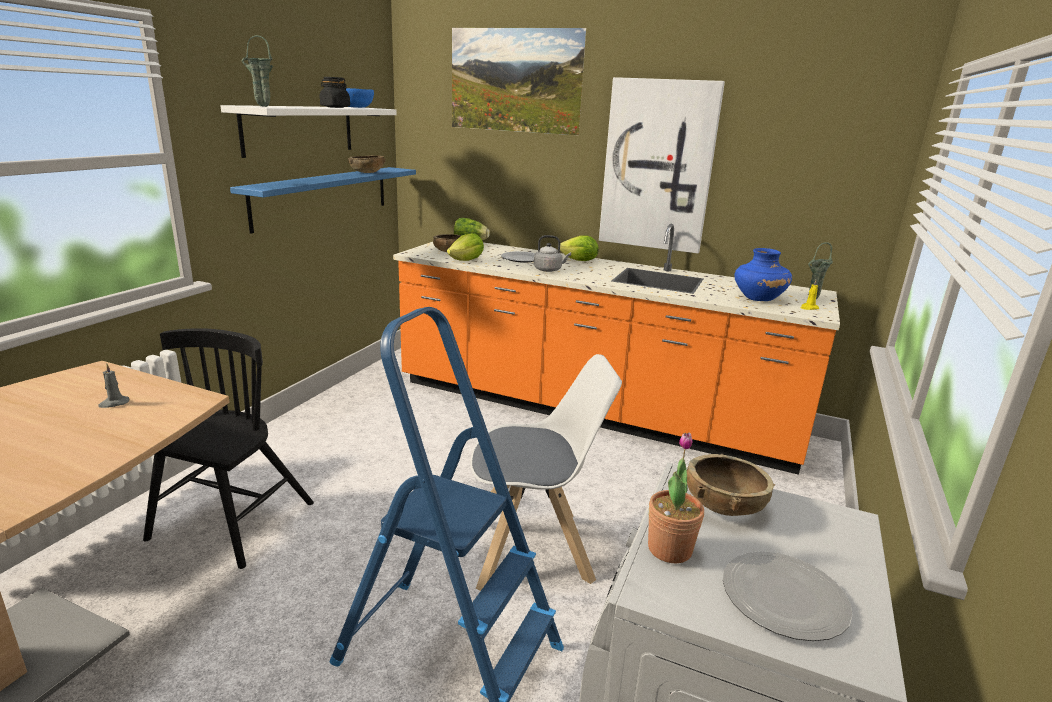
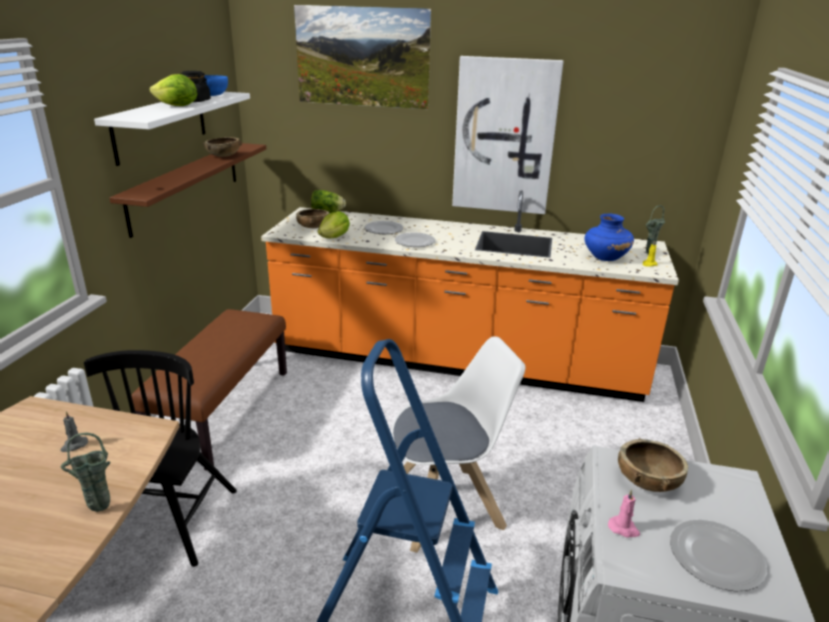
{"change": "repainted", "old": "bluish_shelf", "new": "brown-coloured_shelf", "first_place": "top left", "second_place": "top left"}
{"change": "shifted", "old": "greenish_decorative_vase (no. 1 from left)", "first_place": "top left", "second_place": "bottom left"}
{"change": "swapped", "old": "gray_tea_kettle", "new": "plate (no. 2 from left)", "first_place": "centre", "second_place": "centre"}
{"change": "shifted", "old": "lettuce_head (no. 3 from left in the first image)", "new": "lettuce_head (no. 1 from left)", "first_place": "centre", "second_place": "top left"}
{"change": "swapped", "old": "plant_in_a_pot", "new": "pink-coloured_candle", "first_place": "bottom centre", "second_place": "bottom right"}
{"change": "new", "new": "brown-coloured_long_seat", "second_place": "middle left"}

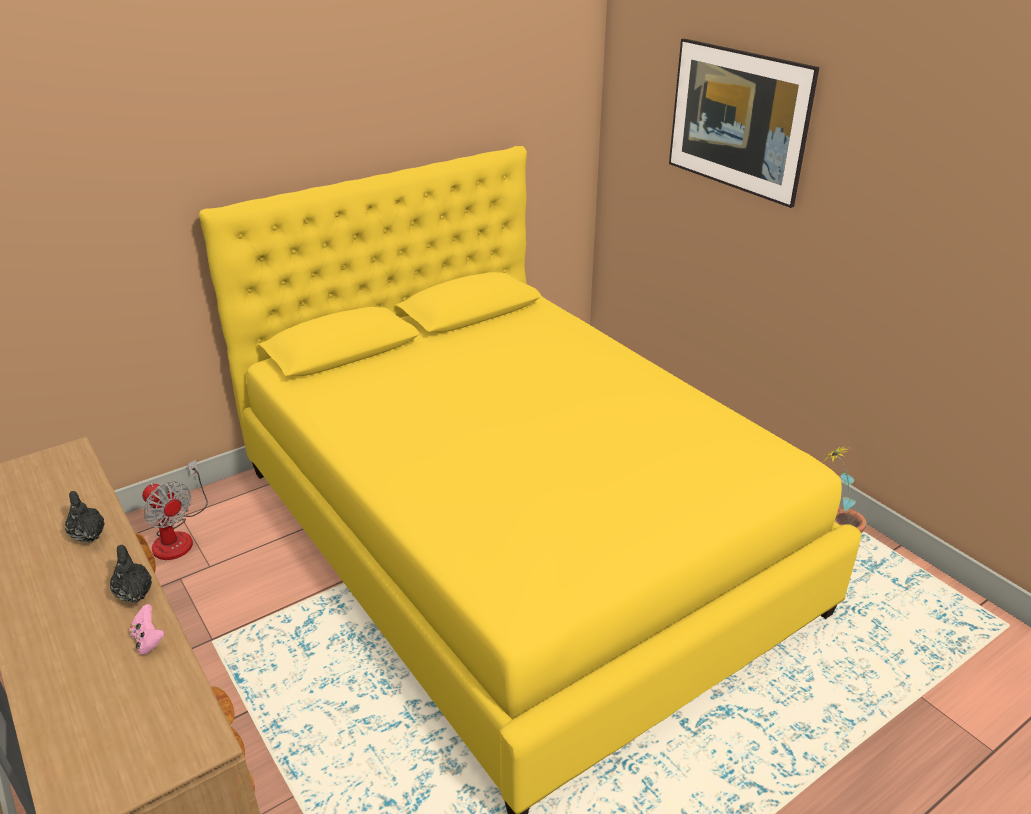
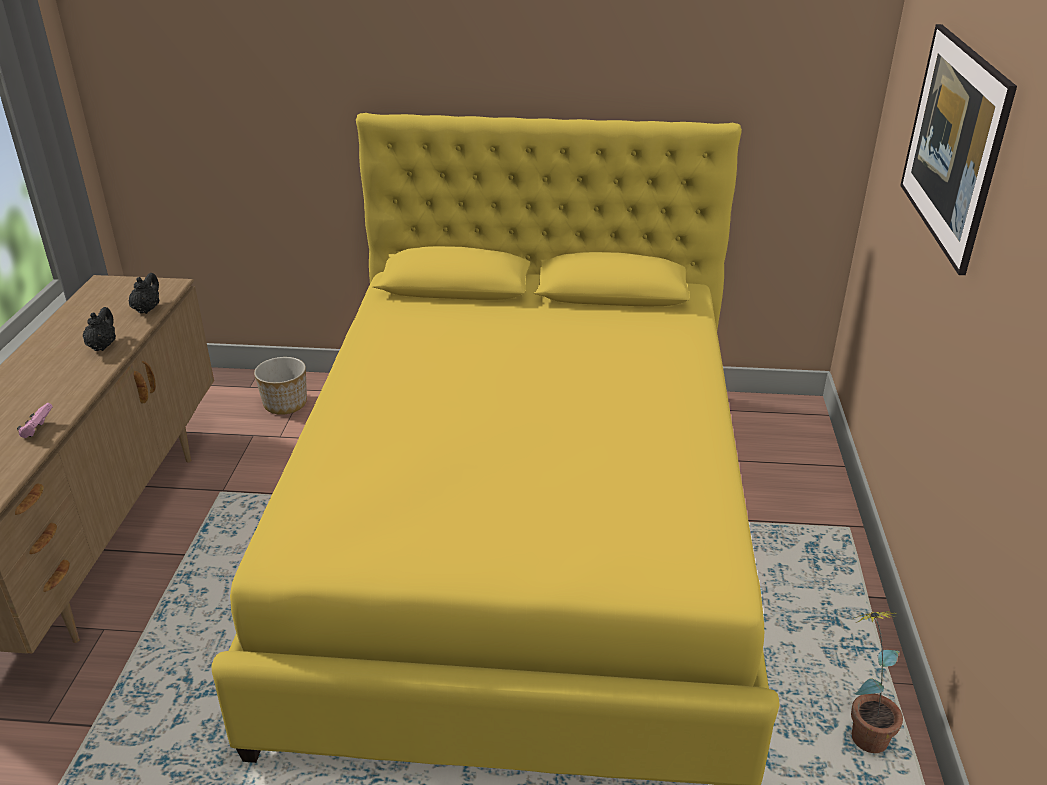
{"change": "shifted", "old": "blackish_teapot (no. 2 from left)", "first_place": "bottom left", "second_place": "middle left"}
{"change": "swapped", "old": "fan", "new": "flower_pot", "first_place": "middle left", "second_place": "middle left"}

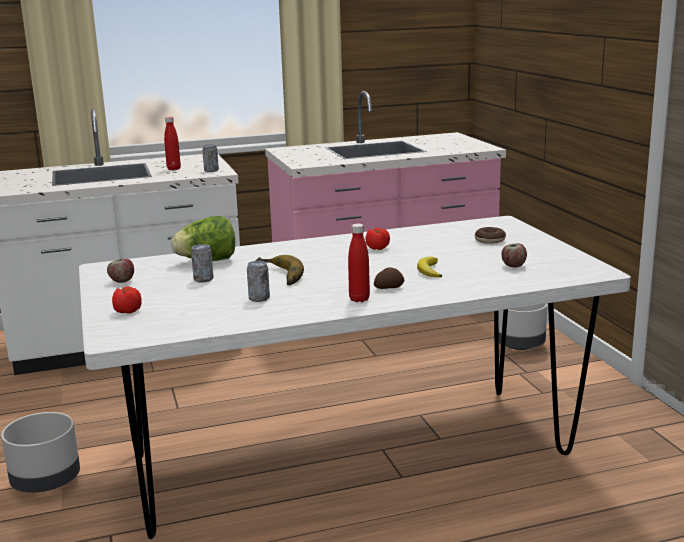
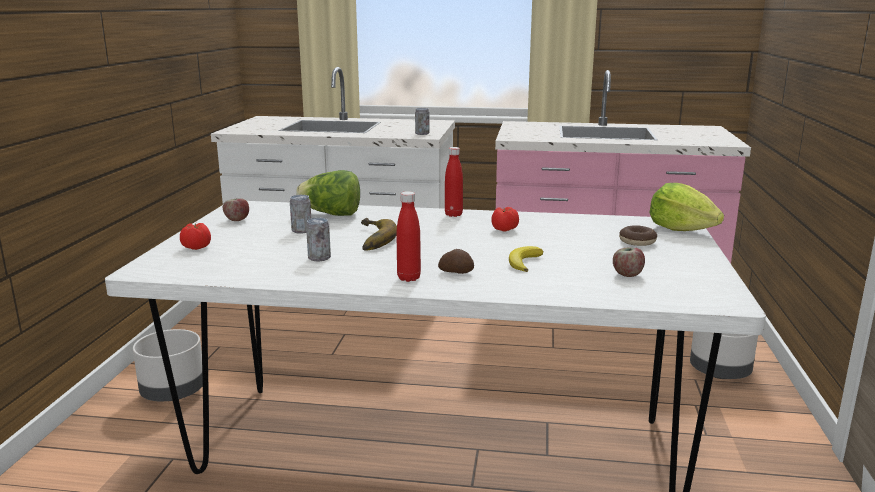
{"change": "shifted", "old": "reddish_drink_bottle (no. 1 from left in the first image)", "new": "reddish_drink_bottle (no. 2 from left)", "first_place": "top left", "second_place": "centre"}
{"change": "new", "new": "lettuce_head (no. 2 from left)", "second_place": "middle right"}

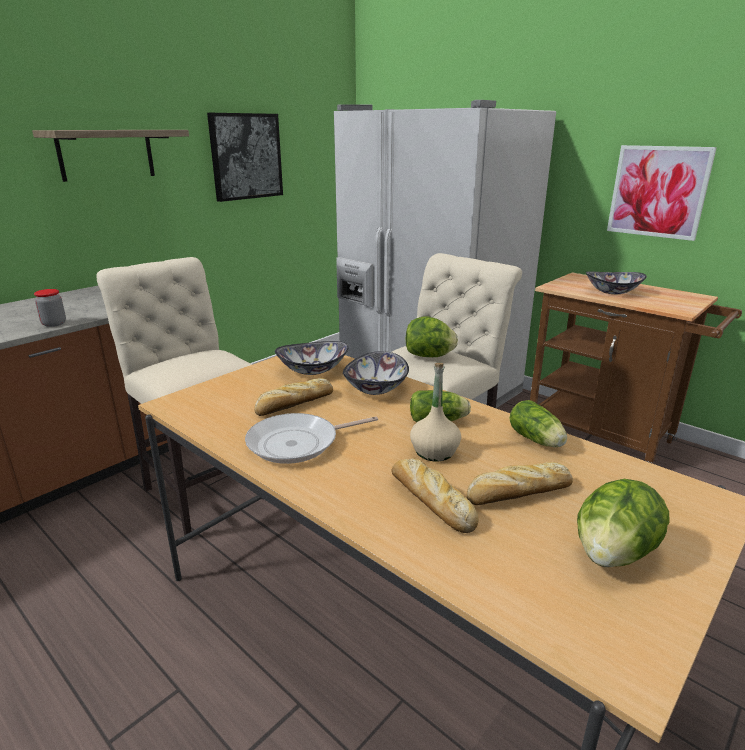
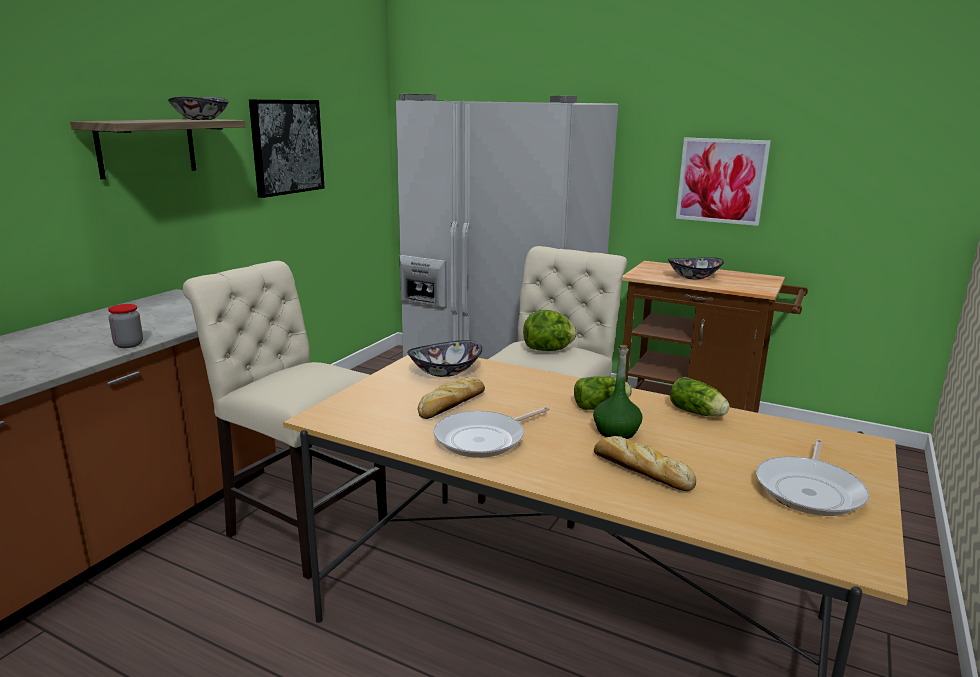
{"change": "shifted", "old": "deep_dish (no. 2 from left in the first image)", "new": "deep_dish (no. 1 from left)", "first_place": "centre", "second_place": "top left"}
{"change": "repainted", "old": "sand-coloured_drink_bottle", "new": "greenish_drink_bottle", "first_place": "centre", "second_place": "centre"}
{"change": "gone", "old": "bread (no. 3 from left)", "first_place": "middle right"}
{"change": "swapped", "old": "lettuce_head (no. 4 from left)", "new": "frying_pan (no. 2 from left)", "first_place": "bottom right", "second_place": "bottom right"}

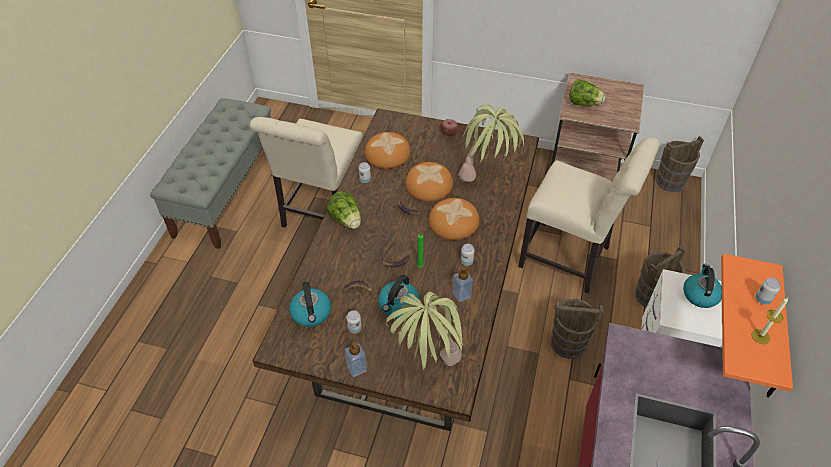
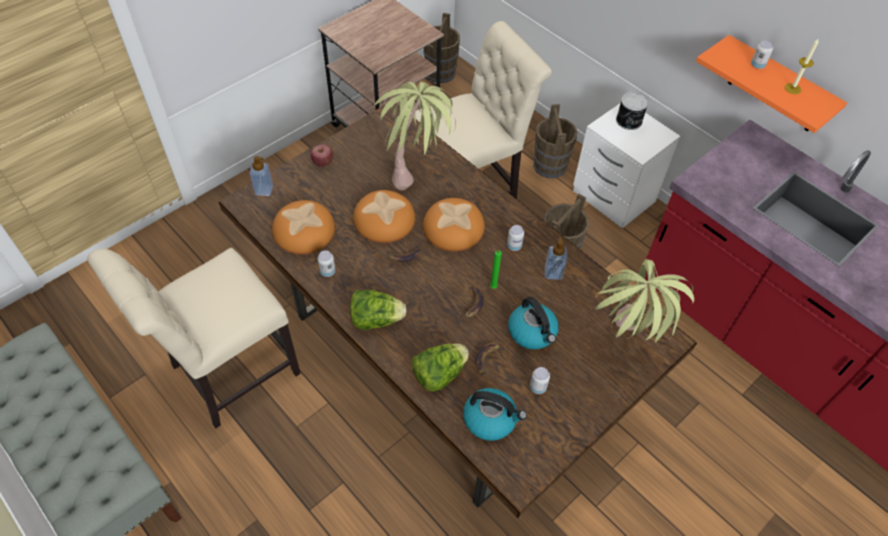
{"change": "rotated", "old": "sand-coloured_plain_chair (no. 1 from left)", "first_place": "centre", "second_place": "middle left", "degrees": 90}
{"change": "shifted", "old": "liquid_soap_bottle (no. 1 from left)", "first_place": "bottom centre", "second_place": "top left"}
{"change": "shifted", "old": "lettuce_head (no. 2 from left)", "first_place": "top right", "second_place": "bottom centre"}
{"change": "swapped", "old": "tea_kettle (no. 3 from left)", "new": "can (no. 4 from left)", "first_place": "middle right", "second_place": "top right"}

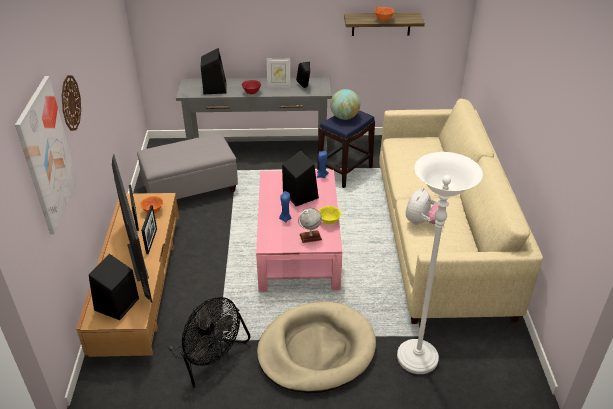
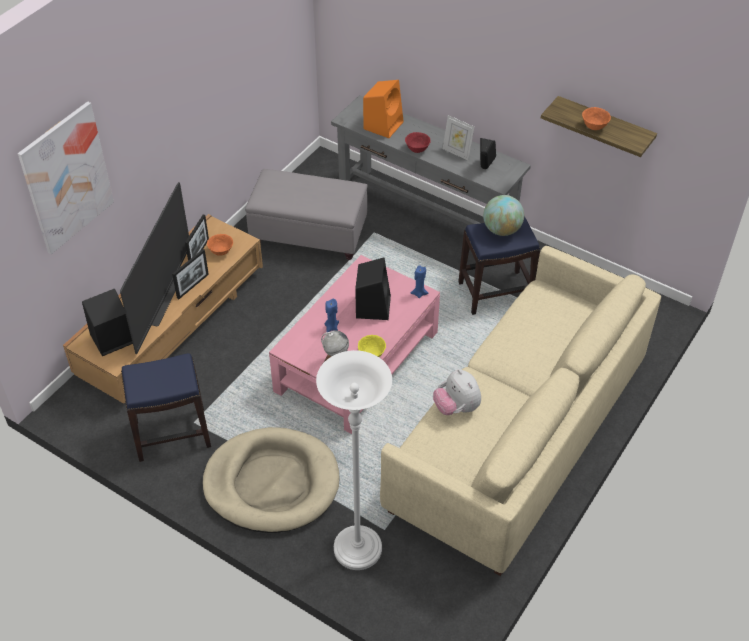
{"change": "gone", "old": "wall_clock", "first_place": "top left"}
{"change": "swapped", "old": "blackish_fan", "new": "stool (no. 1 from left)", "first_place": "bottom centre", "second_place": "middle left"}
{"change": "repainted", "old": "blackish_audio_speaker (no. 2 from left)", "new": "orange_audio_speaker", "first_place": "top centre", "second_place": "top centre"}
{"change": "rotated", "old": "cuddly_toy", "first_place": "middle right", "second_place": "centre", "degrees": 90}

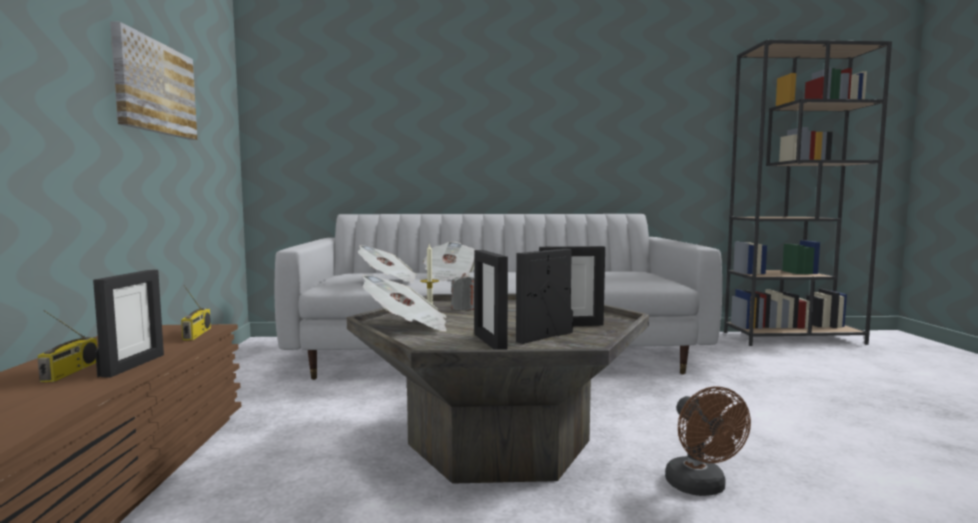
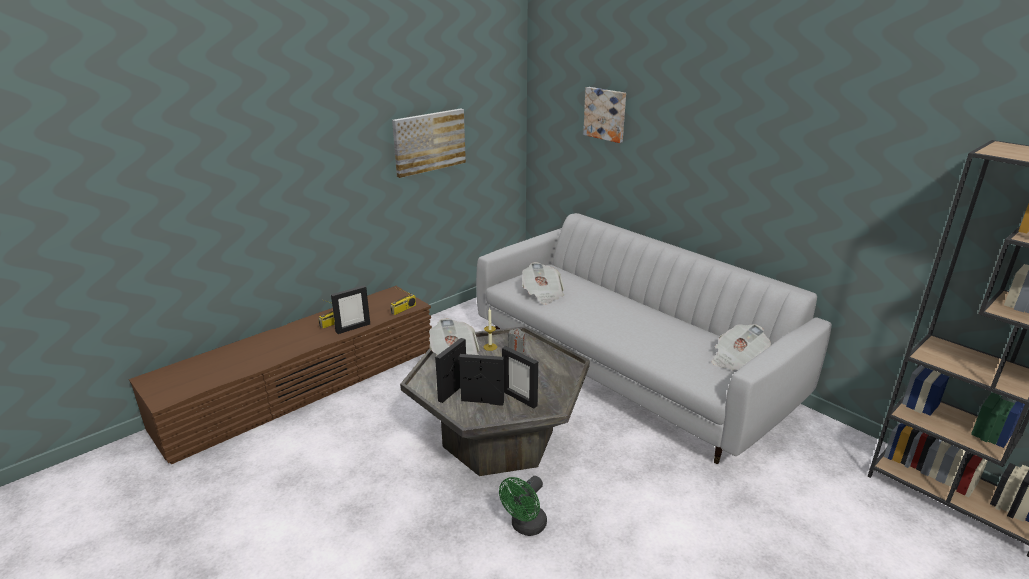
{"change": "shifted", "old": "newspaper (no. 3 from left)", "first_place": "centre", "second_place": "middle right"}
{"change": "repainted", "old": "brown-coloured_fan", "new": "greenish_fan", "first_place": "bottom right", "second_place": "bottom centre"}
{"change": "new", "new": "wall_art (no. 2 from left)", "second_place": "top centre"}

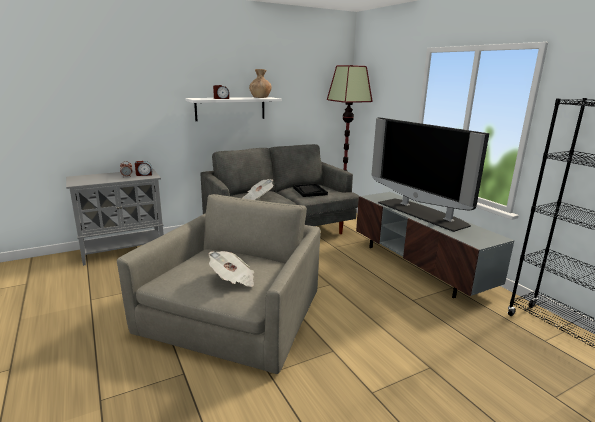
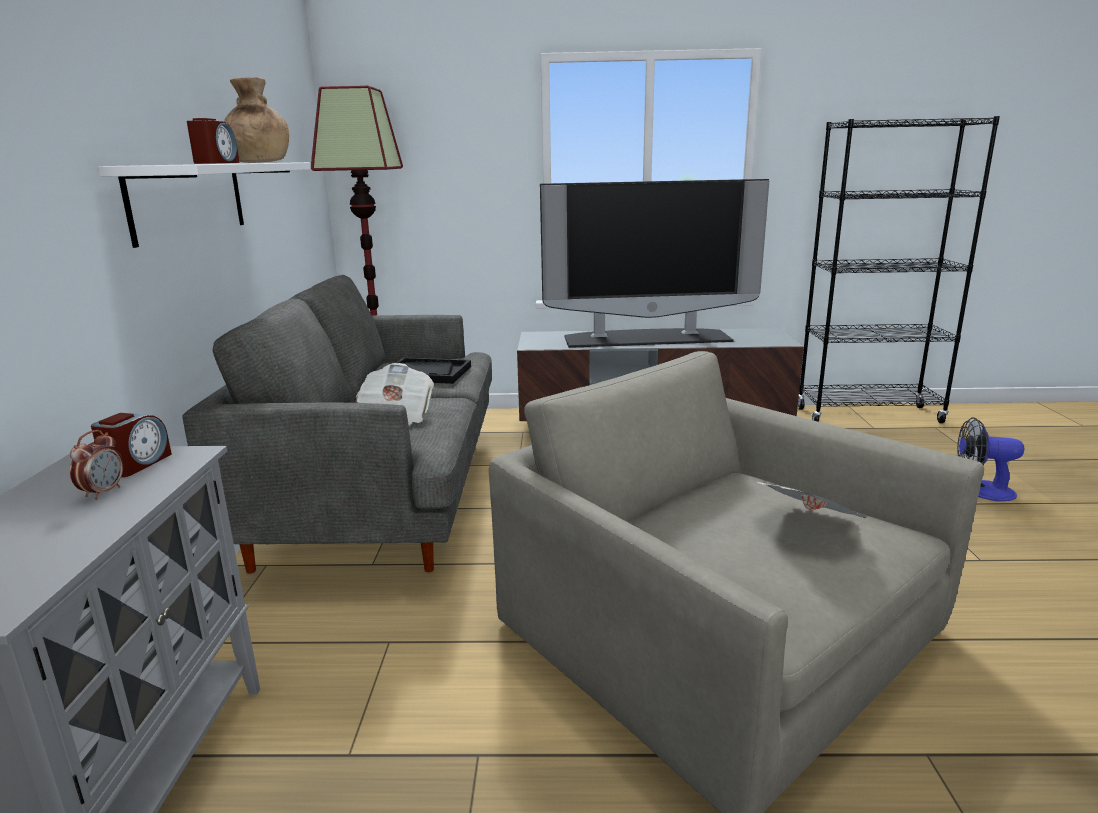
{"change": "new", "new": "fan", "second_place": "middle right"}

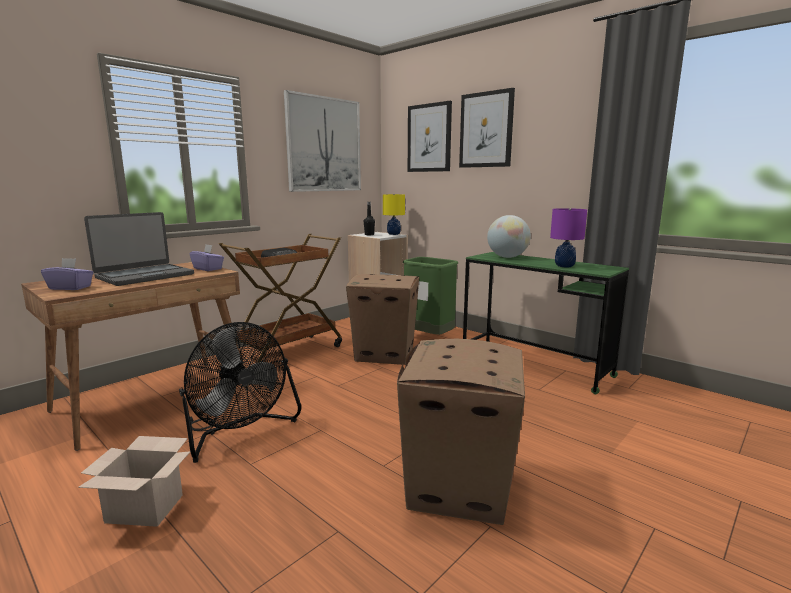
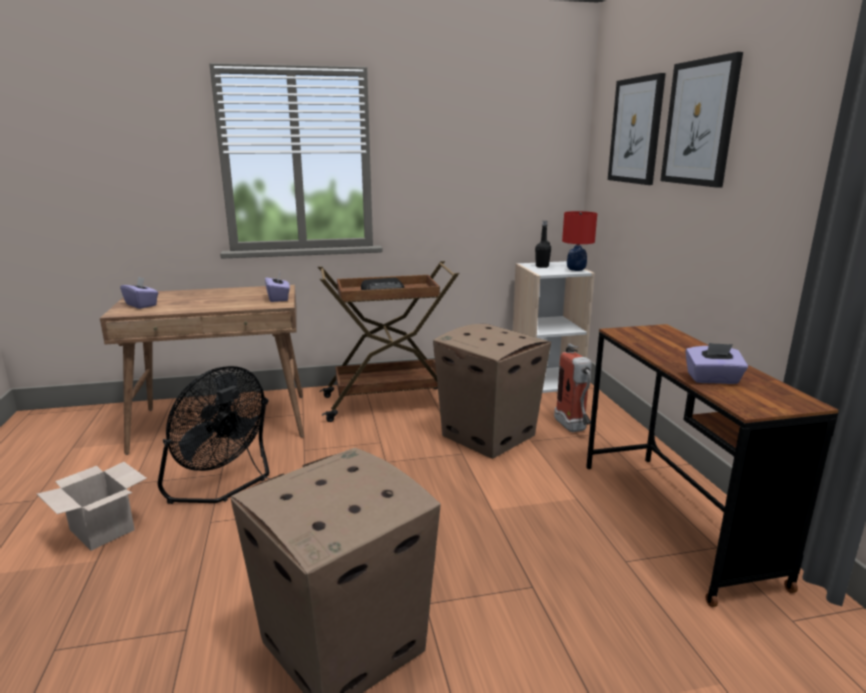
{"change": "gone", "old": "notebook_computer", "first_place": "middle left"}
{"change": "rotated", "old": "blackish_fan", "first_place": "middle left", "second_place": "middle left", "degrees": 135}
{"change": "gone", "old": "wall_art (no. 1 from left)", "first_place": "top centre"}
{"change": "repainted", "old": "yellow_tabletop_lamp", "new": "reddish_tabletop_lamp", "first_place": "centre", "second_place": "middle right"}
{"change": "swapped", "old": "greenish_waste_bin", "new": "fire-fighting_cylinder", "first_place": "centre", "second_place": "centre"}
{"change": "repainted", "old": "greenish_desk_unit", "new": "brown-coloured_desk_unit (no. 2 from left)", "first_place": "middle right", "second_place": "bottom right"}
{"change": "gone", "old": "world_globe", "first_place": "centre"}
{"change": "swapped", "old": "purple_tabletop_lamp", "new": "purple_box_of_tissues (no. 3 from left)", "first_place": "middle right", "second_place": "middle right"}

